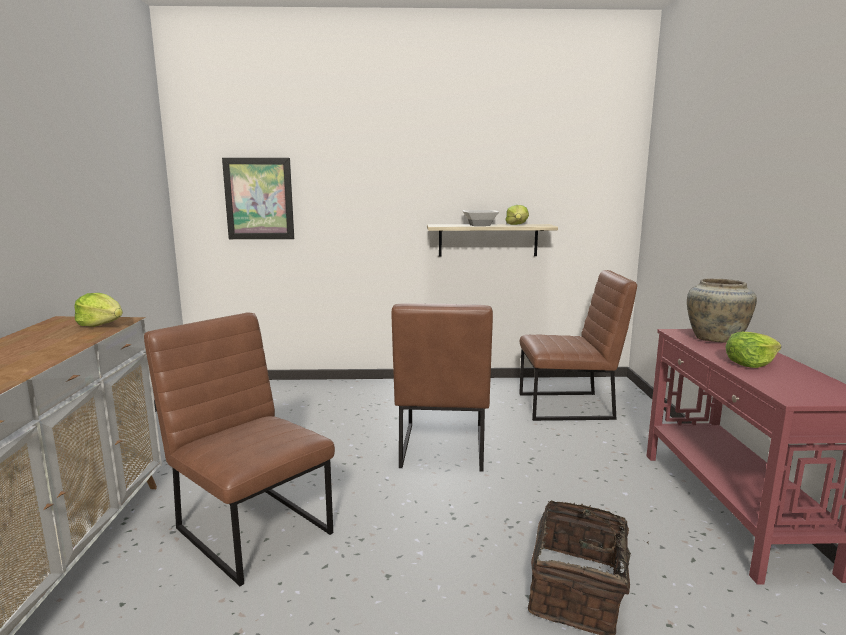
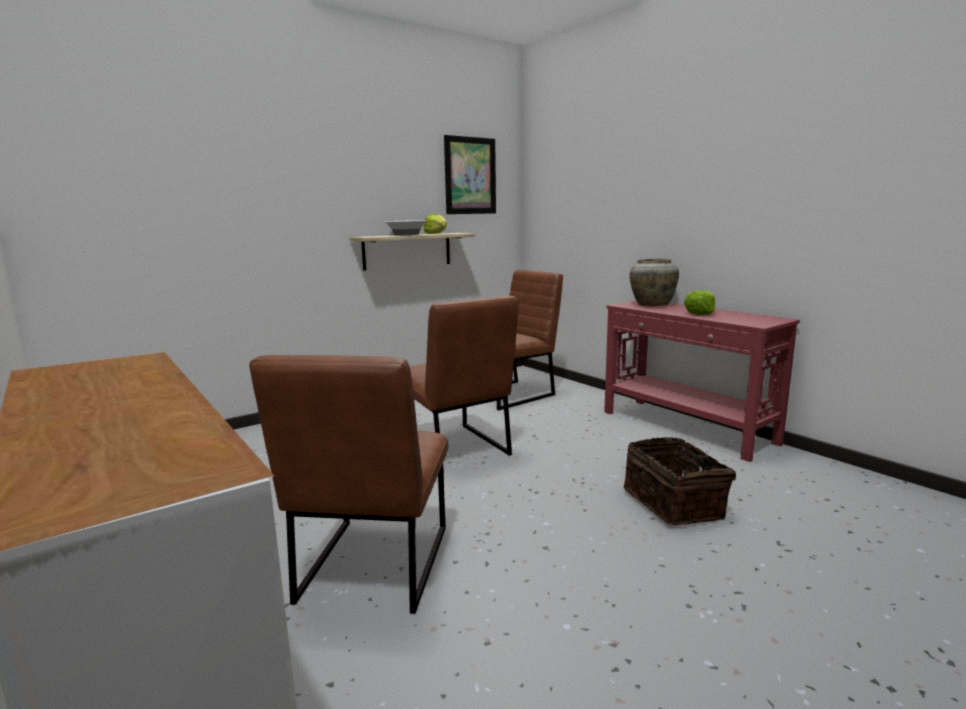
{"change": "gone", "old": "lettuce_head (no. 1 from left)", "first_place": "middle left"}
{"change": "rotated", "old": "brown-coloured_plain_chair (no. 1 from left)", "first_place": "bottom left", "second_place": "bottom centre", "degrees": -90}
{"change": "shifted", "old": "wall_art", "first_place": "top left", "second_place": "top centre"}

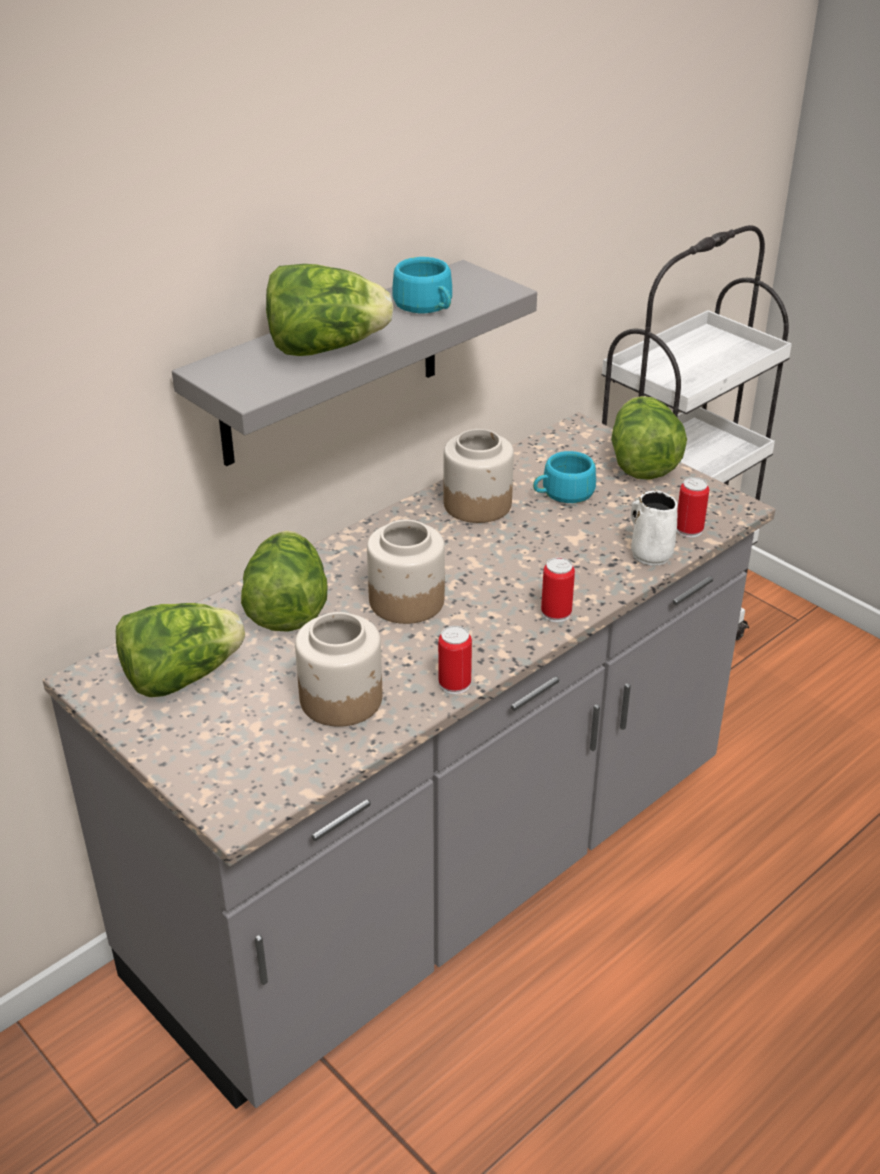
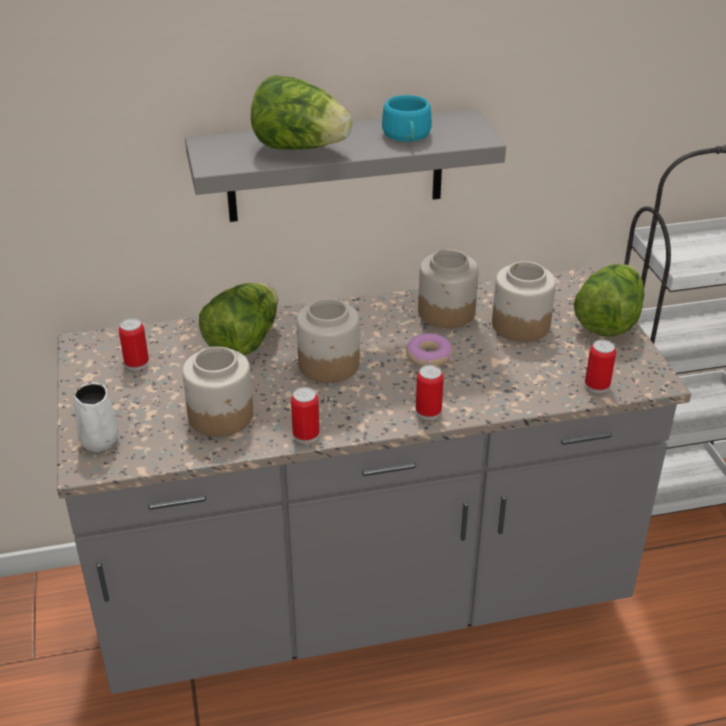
{"change": "swapped", "old": "lettuce_head (no. 1 from left)", "new": "can (no. 1 from left)", "first_place": "middle left", "second_place": "middle left"}
{"change": "swapped", "old": "blue-green_drinking_cup (no. 2 from left)", "new": "storage_jar (no. 4 from left)", "first_place": "centre", "second_place": "middle right"}
{"change": "shifted", "old": "whitish_coffee_mug", "first_place": "middle right", "second_place": "middle left"}
{"change": "new", "new": "doughnut", "second_place": "centre"}

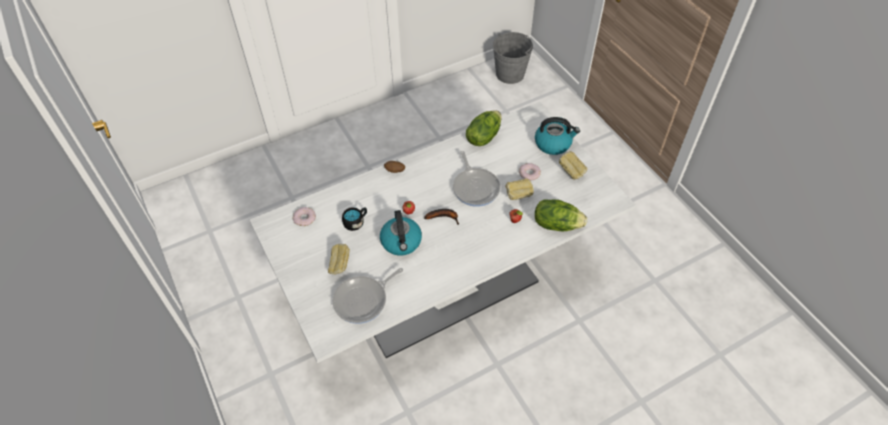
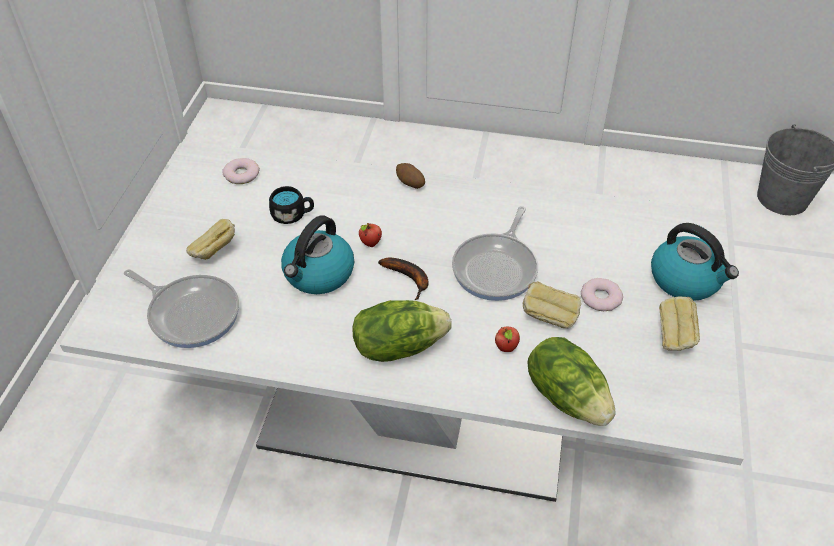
{"change": "rotated", "old": "frying_pan (no. 1 from left)", "first_place": "bottom centre", "second_place": "middle left", "degrees": -150}
{"change": "shifted", "old": "lettuce_head (no. 1 from left)", "first_place": "top centre", "second_place": "centre"}

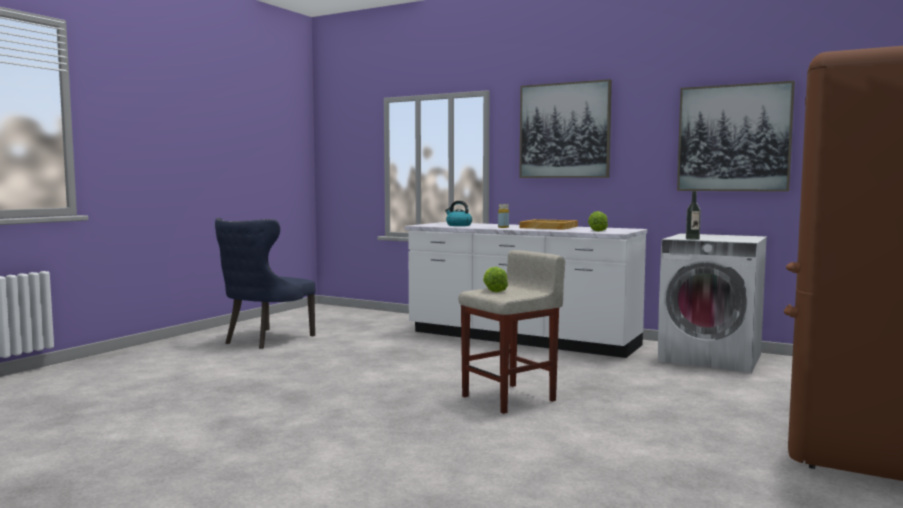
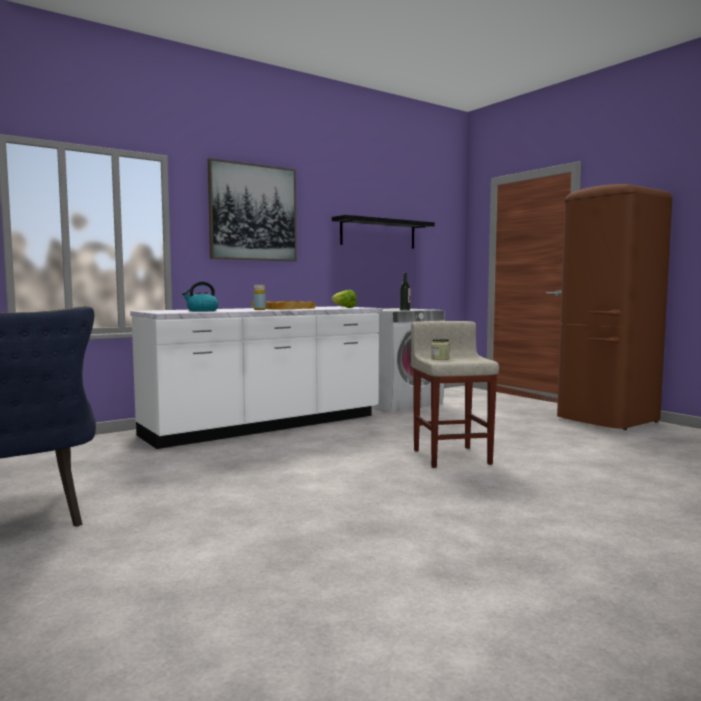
{"change": "swapped", "old": "lettuce_head (no. 1 from left)", "new": "storage_jar", "first_place": "centre", "second_place": "centre"}
{"change": "swapped", "old": "wall_art (no. 2 from left)", "new": "blackish_shelf", "first_place": "top right", "second_place": "top centre"}

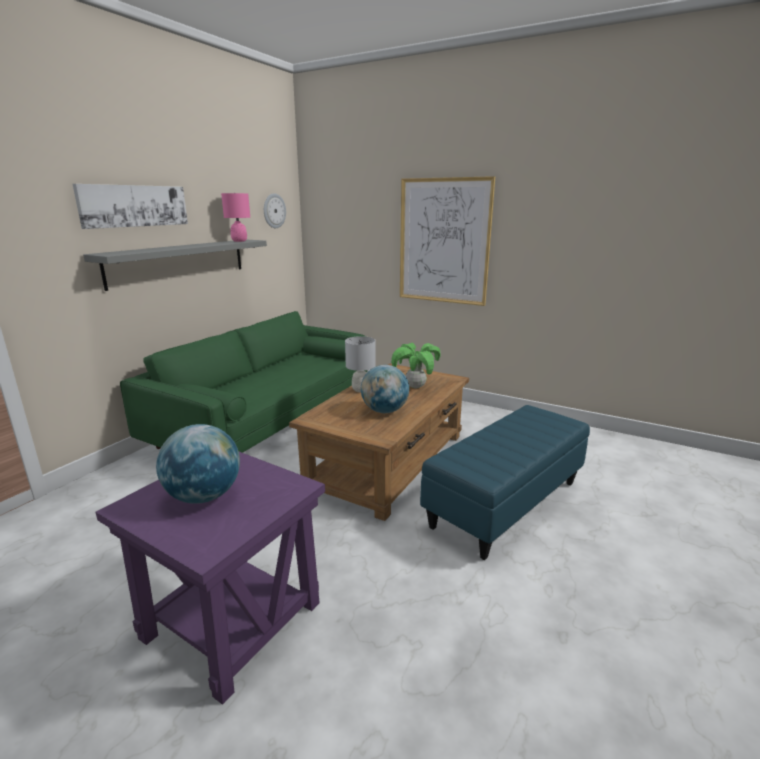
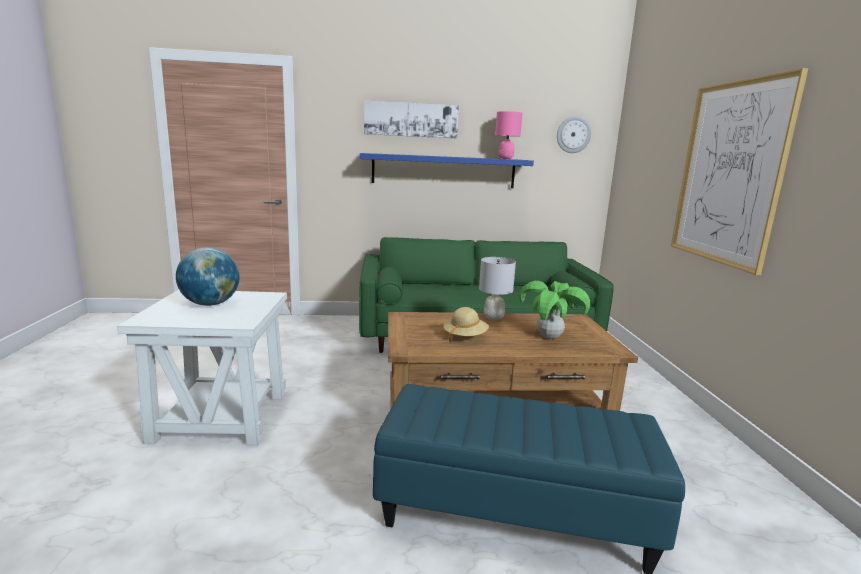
{"change": "repainted", "old": "gray_shelf", "new": "bluish_shelf", "first_place": "middle left", "second_place": "top centre"}
{"change": "repainted", "old": "purple_end_table", "new": "whitish_end_table", "first_place": "bottom left", "second_place": "middle left"}
{"change": "swapped", "old": "world_globe (no. 2 from left)", "new": "sand-coloured_wearable_hat", "first_place": "centre", "second_place": "centre"}

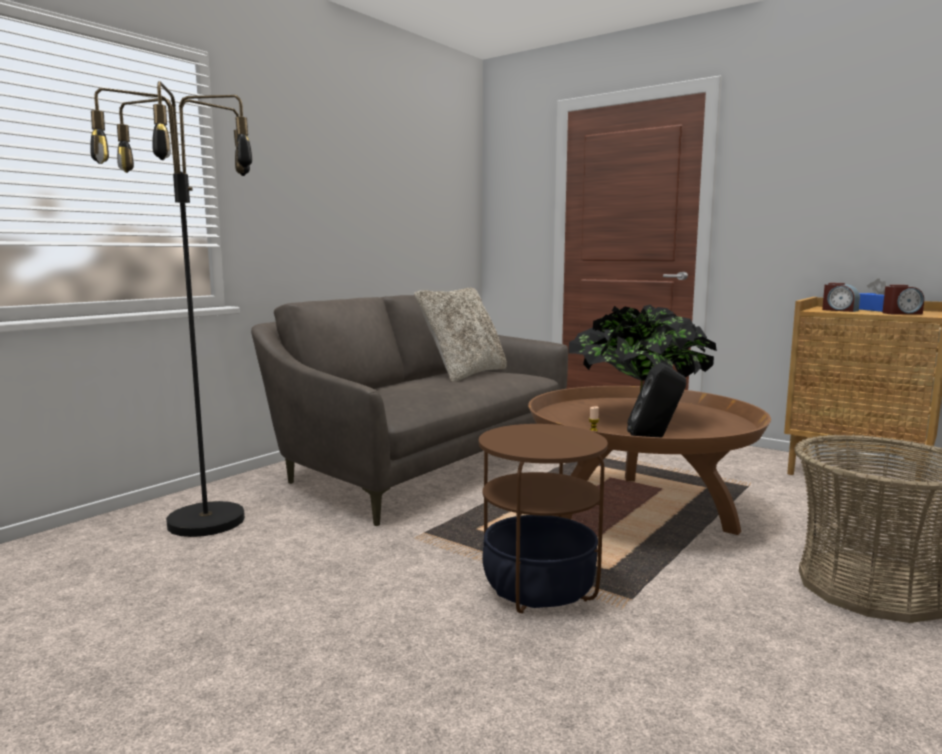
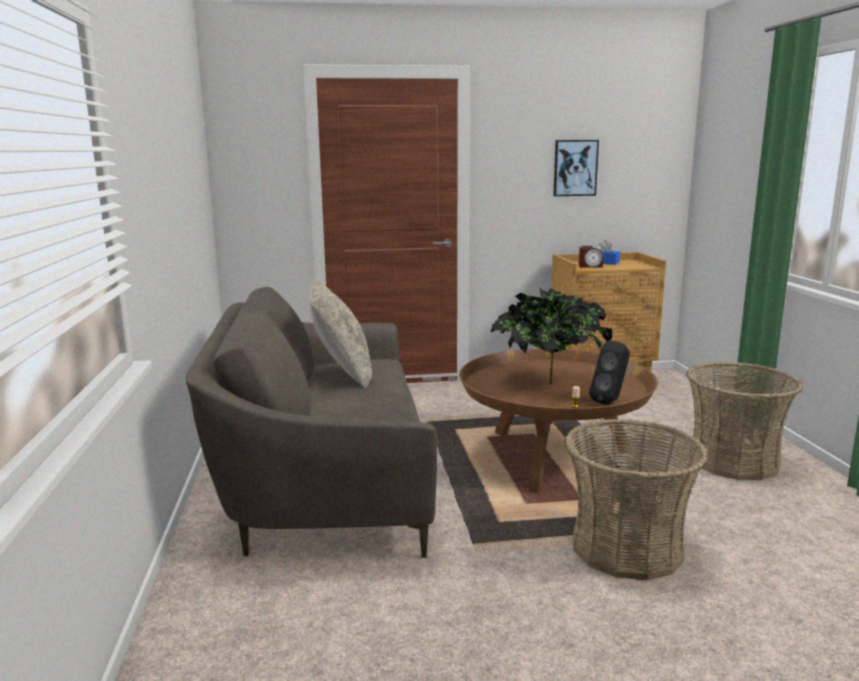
{"change": "gone", "old": "standard_lamp", "first_place": "middle left"}
{"change": "swapped", "old": "brown-coloured_end_table", "new": "storage_basket (no. 1 from left)", "first_place": "bottom centre", "second_place": "bottom right"}
{"change": "gone", "old": "bedside_clock (no. 2 from left)", "first_place": "middle right"}
{"change": "new", "new": "wall_art", "second_place": "top right"}

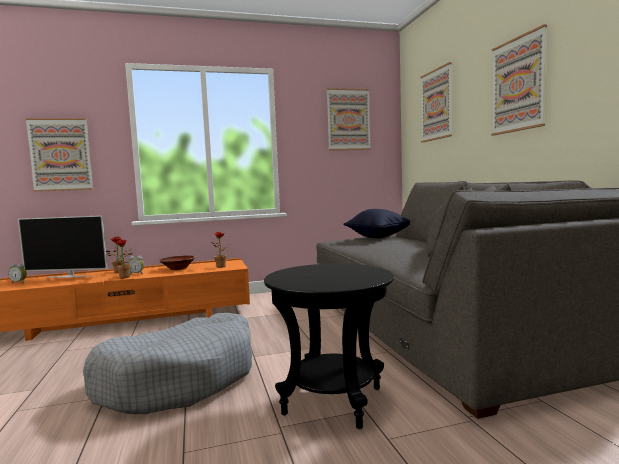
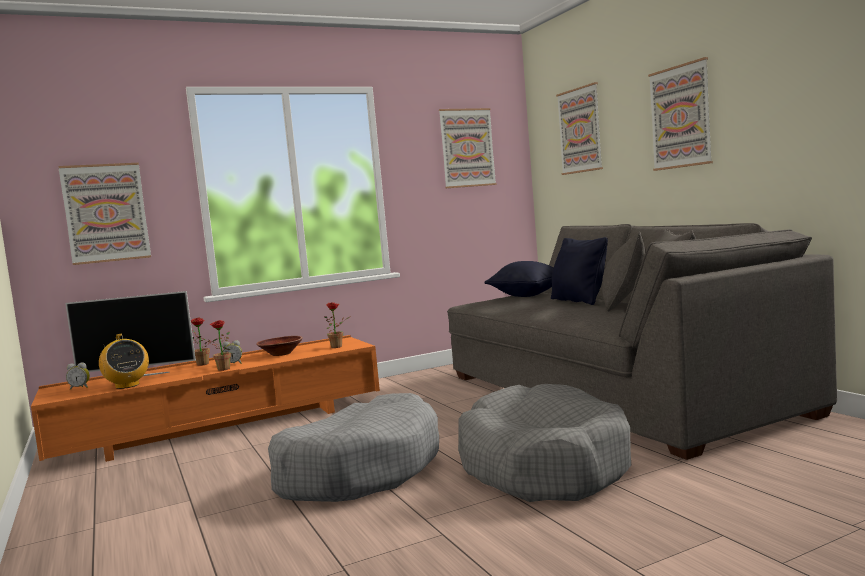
{"change": "swapped", "old": "blackish_end_table", "new": "gray_pet_bed (no. 2 from left)", "first_place": "bottom centre", "second_place": "bottom centre"}
{"change": "new", "new": "radio_receiver", "second_place": "middle left"}
{"change": "new", "new": "blackish_cushion (no. 2 from left)", "second_place": "middle right"}

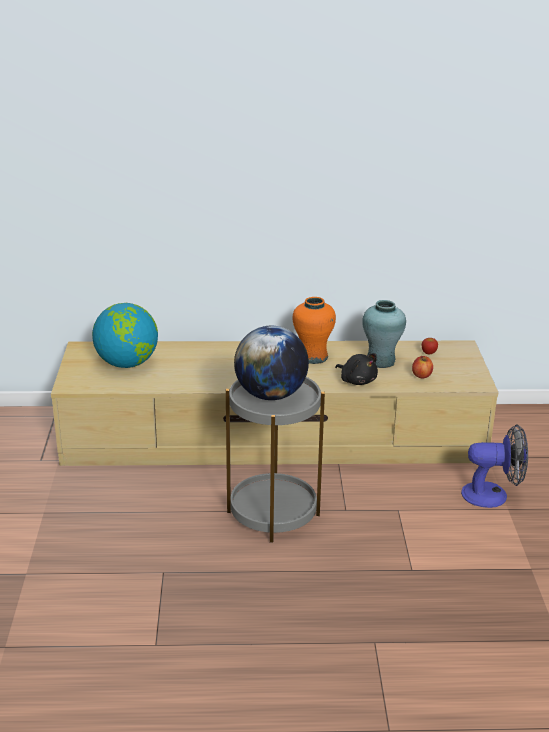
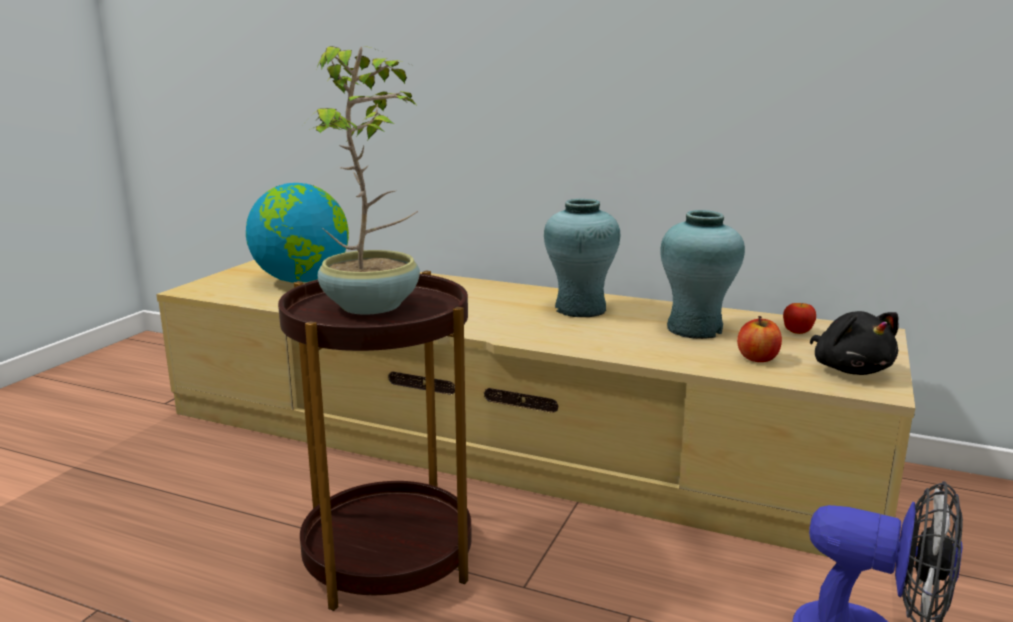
{"change": "repainted", "old": "gray_end_table", "new": "brown-coloured_end_table", "first_place": "centre", "second_place": "bottom centre"}
{"change": "swapped", "old": "world_globe (no. 2 from left)", "new": "plant_in_a_pot", "first_place": "centre", "second_place": "top centre"}
{"change": "repainted", "old": "orange_decorative_vase", "new": "blue-green_decorative_vase (no. 1 from left)", "first_place": "centre", "second_place": "centre"}
{"change": "shifted", "old": "blackish_cuddly_toy", "first_place": "centre", "second_place": "middle right"}

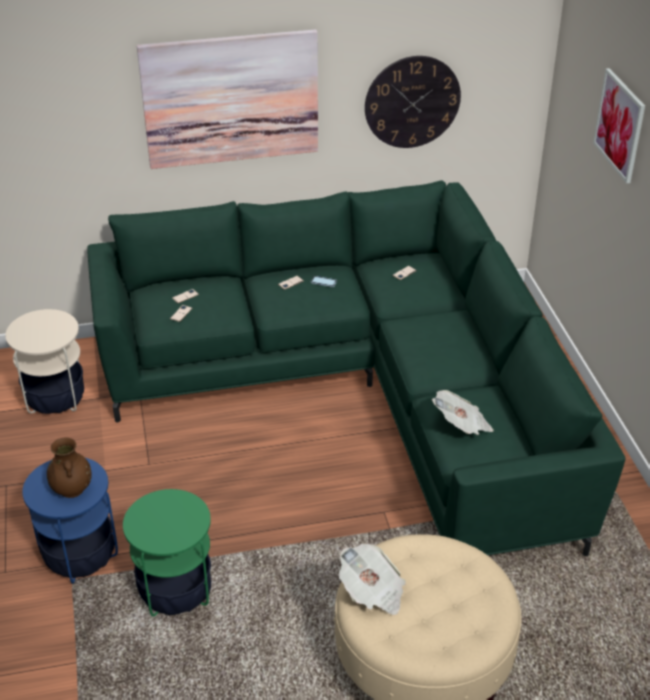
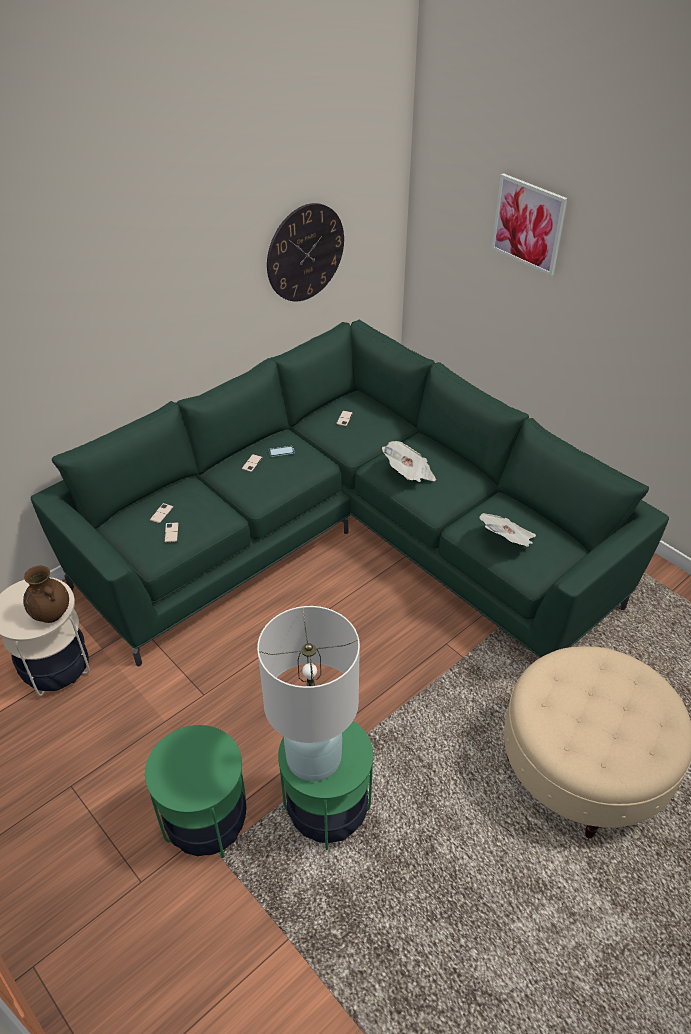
{"change": "repainted", "old": "bluish_end_table", "new": "greenish_end_table (no. 1 from left)", "first_place": "bottom left", "second_place": "bottom left"}
{"change": "shifted", "old": "brown-coloured_decorative_vase", "first_place": "bottom left", "second_place": "middle left"}
{"change": "gone", "old": "wall_art (no. 1 from left)", "first_place": "top centre"}
{"change": "shifted", "old": "newspaper (no. 1 from left)", "first_place": "bottom centre", "second_place": "centre"}
{"change": "new", "new": "whitish_tabletop_lamp", "second_place": "bottom centre"}

